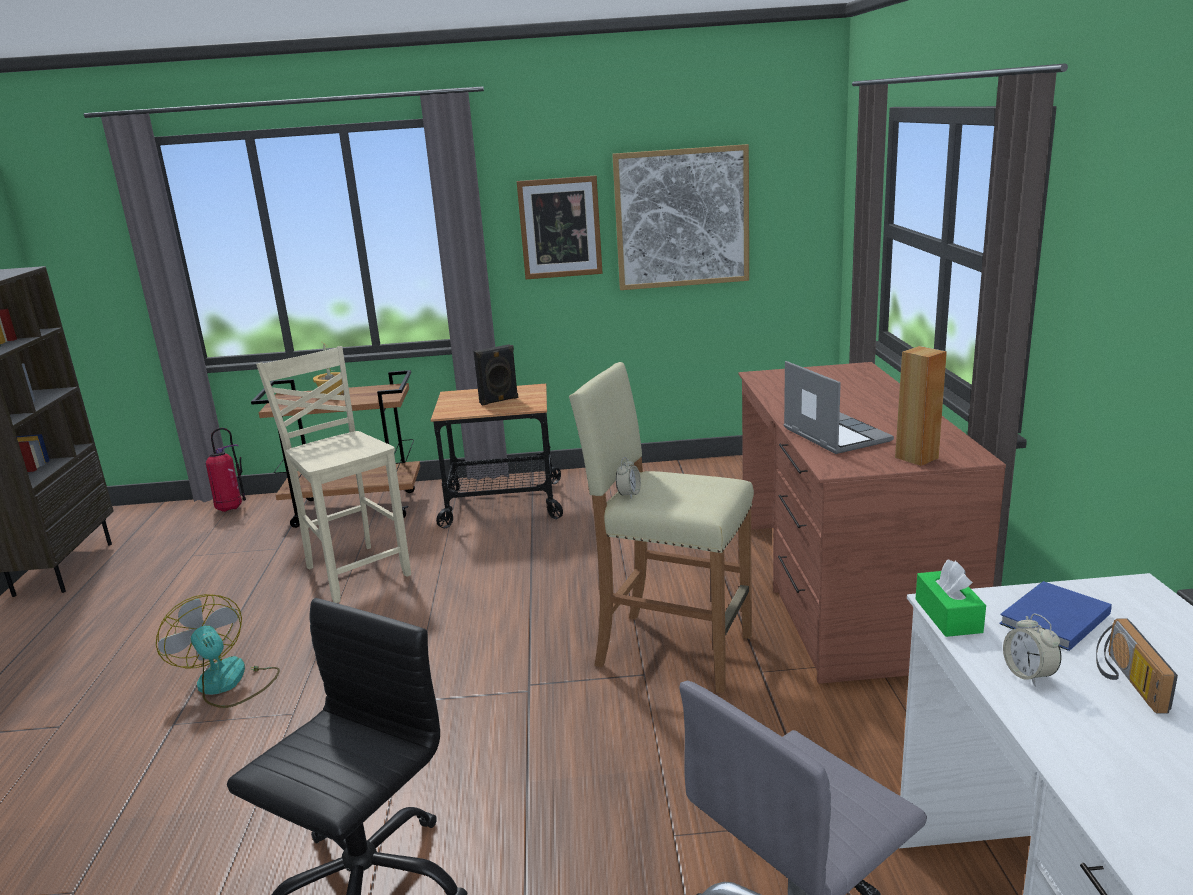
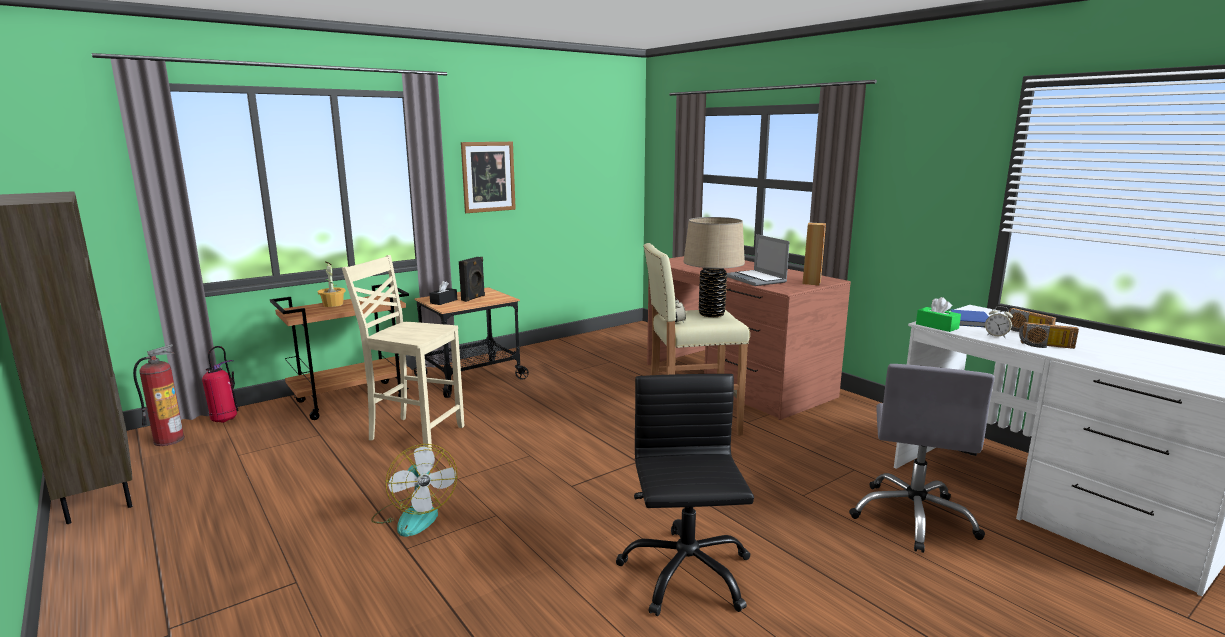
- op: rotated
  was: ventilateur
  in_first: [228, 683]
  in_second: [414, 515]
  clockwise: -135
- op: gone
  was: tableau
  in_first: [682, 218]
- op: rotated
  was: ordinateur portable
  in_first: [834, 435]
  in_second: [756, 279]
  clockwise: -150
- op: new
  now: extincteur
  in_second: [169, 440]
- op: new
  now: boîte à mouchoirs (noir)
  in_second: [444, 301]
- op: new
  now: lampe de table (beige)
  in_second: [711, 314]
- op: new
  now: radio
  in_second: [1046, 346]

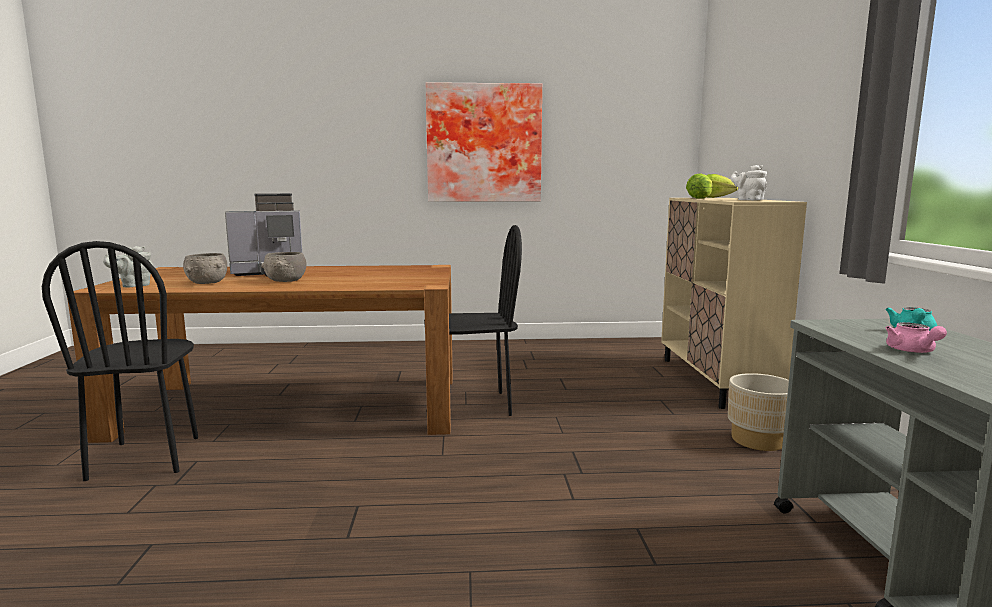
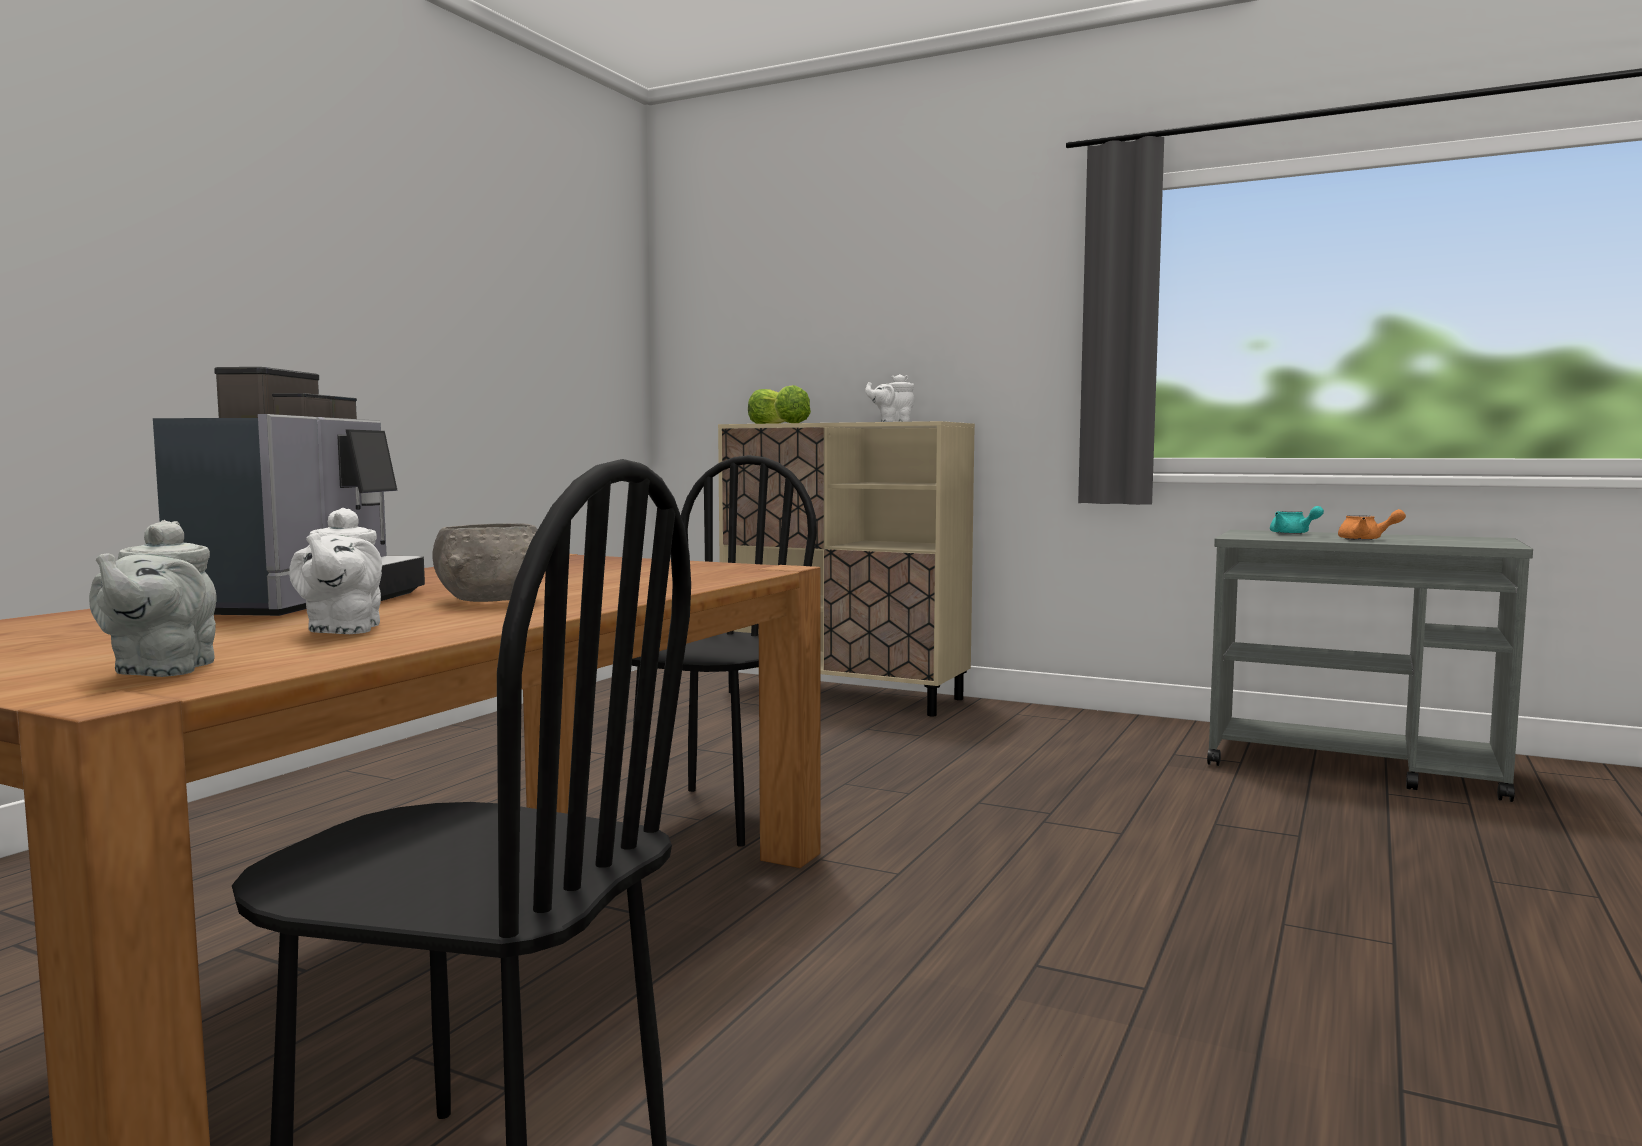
- op: swapped
  was: bol (gris)
  now: théière (blanc)
  in_first: [207, 283]
  in_second: [342, 630]
- op: gone
  was: tableau
  in_first: [484, 143]
- op: gone
  was: cache-pot (beige)
  in_first: [758, 440]
- op: repainted
  was: théière (rose)
  now: théière (orange)
  in_first: [912, 351]
  in_second: [1366, 539]

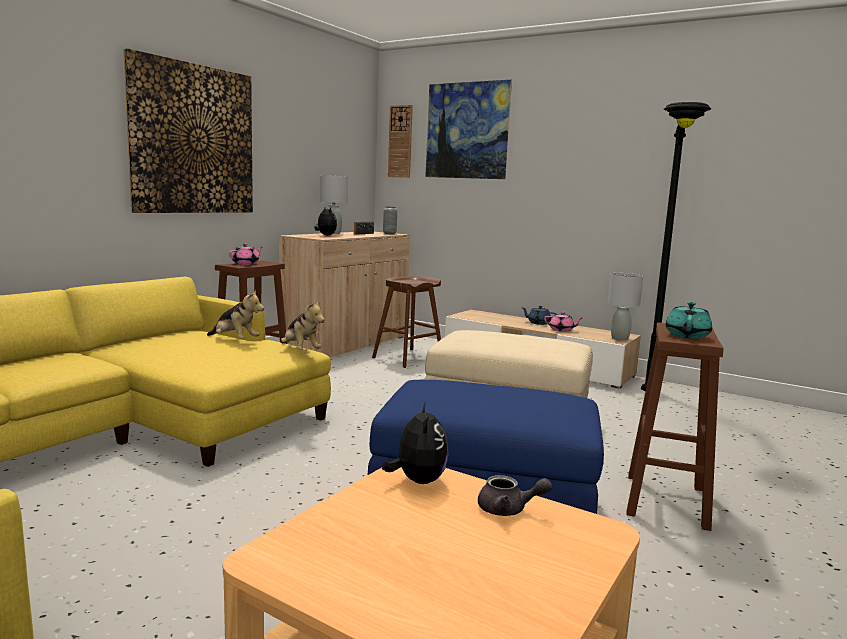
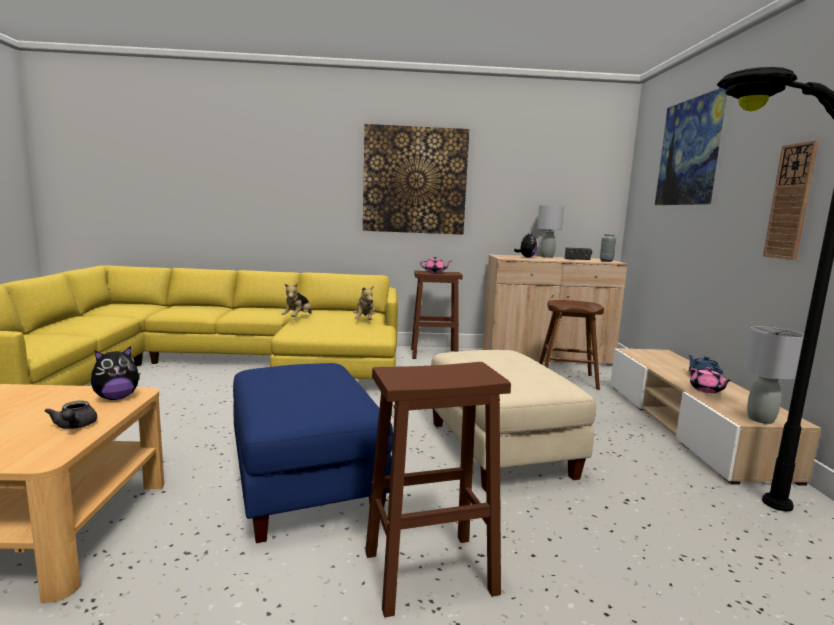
- op: shifted
  was: peluche
  in_first: [300, 351]
  in_second: [298, 318]
- op: shifted
  was: horloge murale
  in_first: [400, 141]
  in_second: [790, 202]
- op: gone
  was: théière (turquoise)
  in_first: [687, 335]

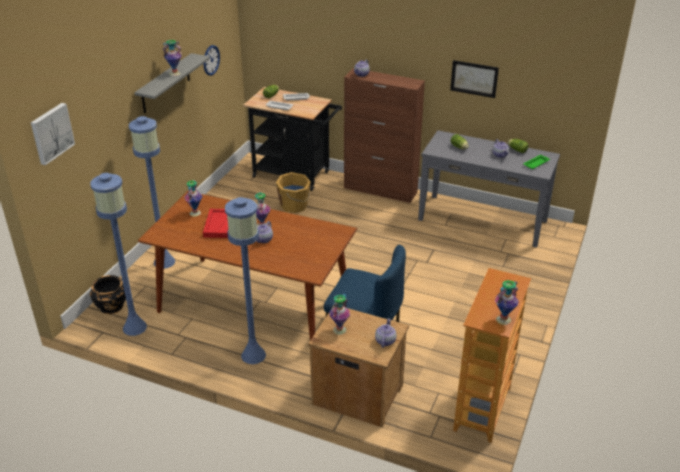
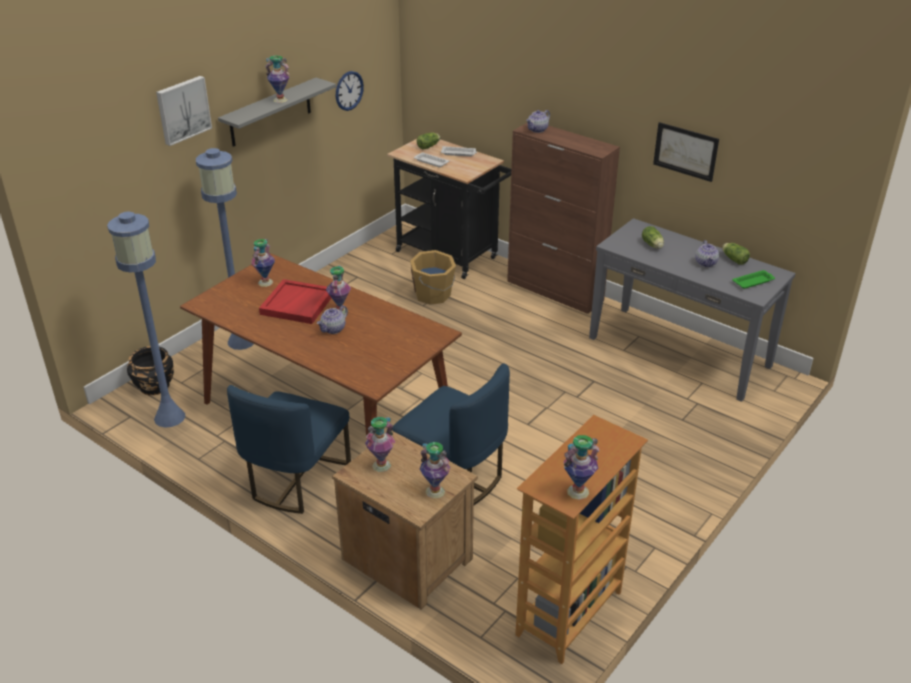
- op: shifted
  was: tableau
  in_first: [51, 133]
  in_second: [182, 109]
- op: swapped
  was: lampadaire (bleu)
  now: chaise (bleu)
  in_first: [253, 355]
  in_second: [296, 480]
- op: swapped
  was: théière
  now: vase
  in_first: [385, 341]
  in_second: [434, 491]

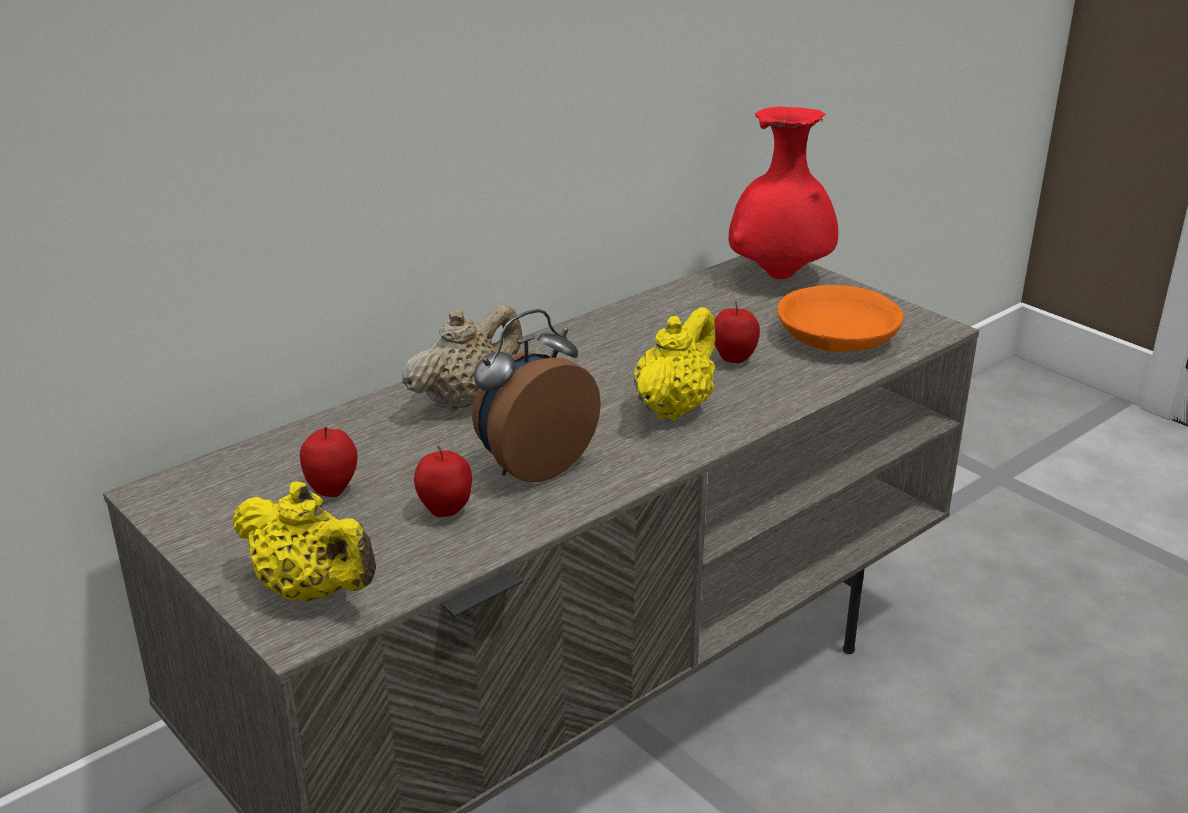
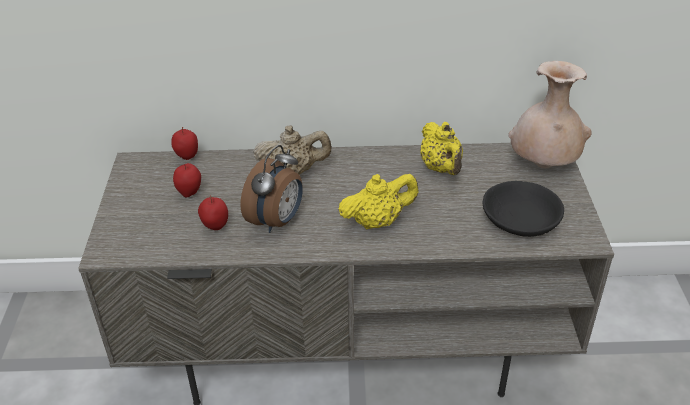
- op: shifted
  was: théière (jaune)
  in_first: [312, 591]
  in_second: [441, 168]
- op: rotated
  was: réveil
  in_first: [532, 465]
  in_second: [277, 221]
  clockwise: 120
- op: shifted
  was: pomme
  in_first: [733, 360]
  in_second: [187, 157]
- op: repainted
  was: vase (rouge)
  now: vase (beige)
  in_first: [779, 276]
  in_second: [543, 165]
- op: repainted
  was: bol (orange)
  now: bol (noir)
  in_first: [835, 336]
  in_second: [519, 218]

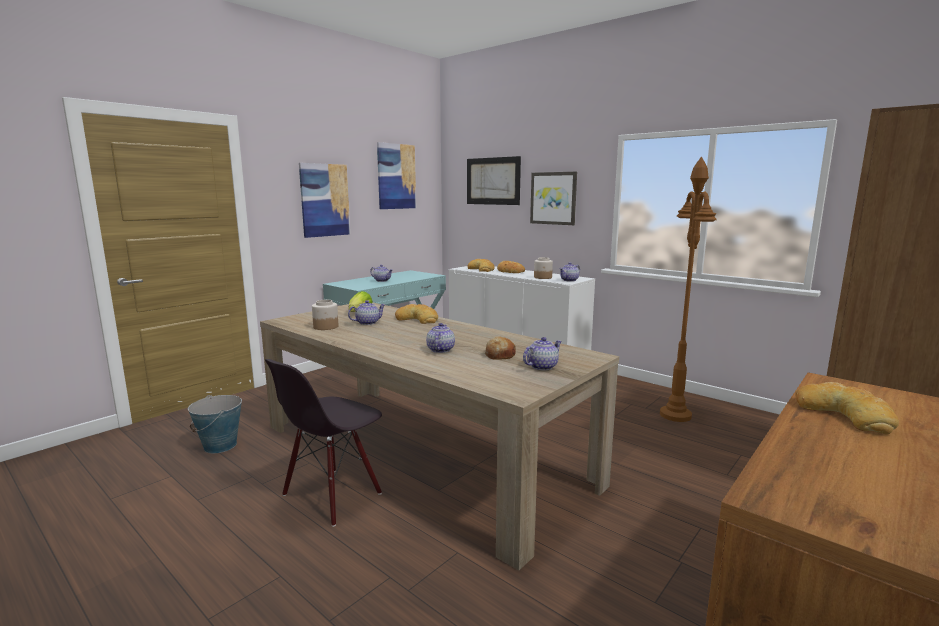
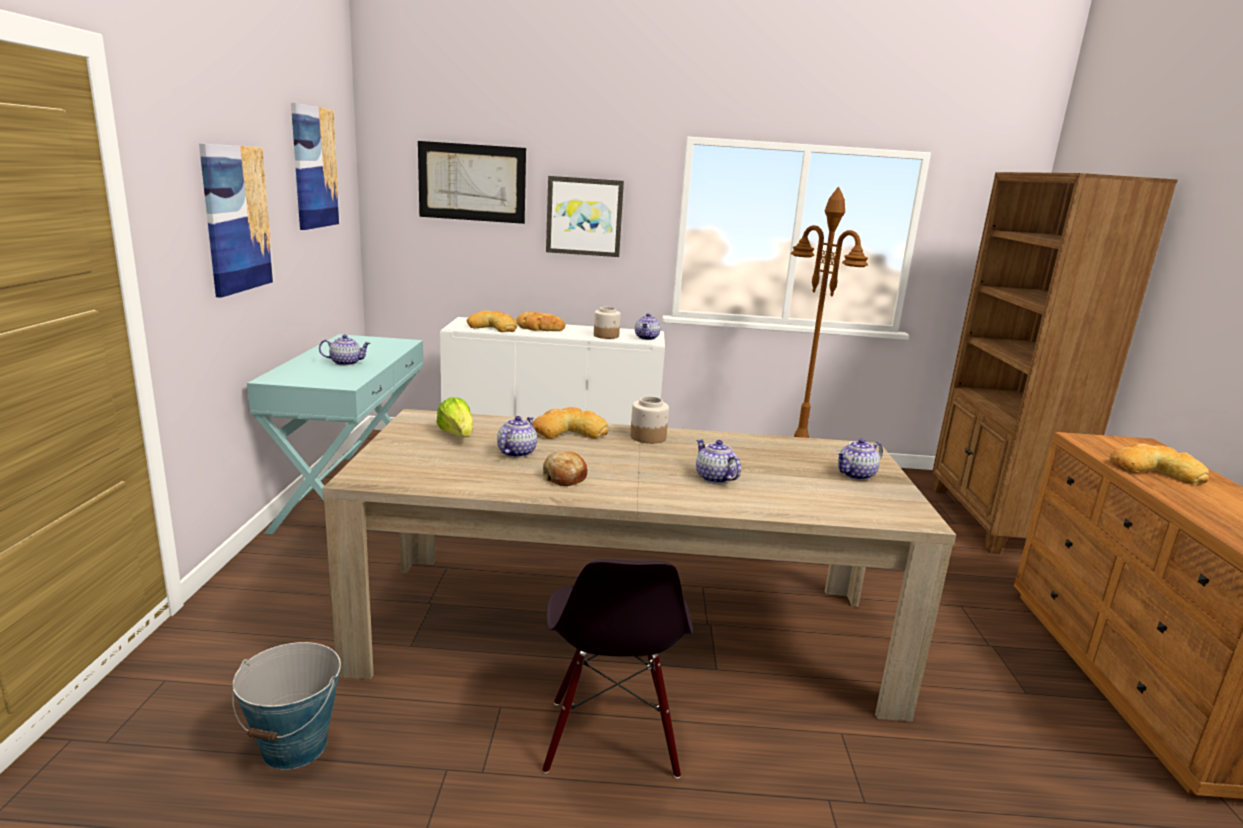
- op: shifted
  was: bocal
  in_first: [325, 327]
  in_second: [647, 437]
- op: shifted
  was: pain
  in_first: [499, 355]
  in_second: [564, 477]
- op: rotated
  was: théière
  in_first: [542, 366]
  in_second: [856, 475]
  clockwise: -135

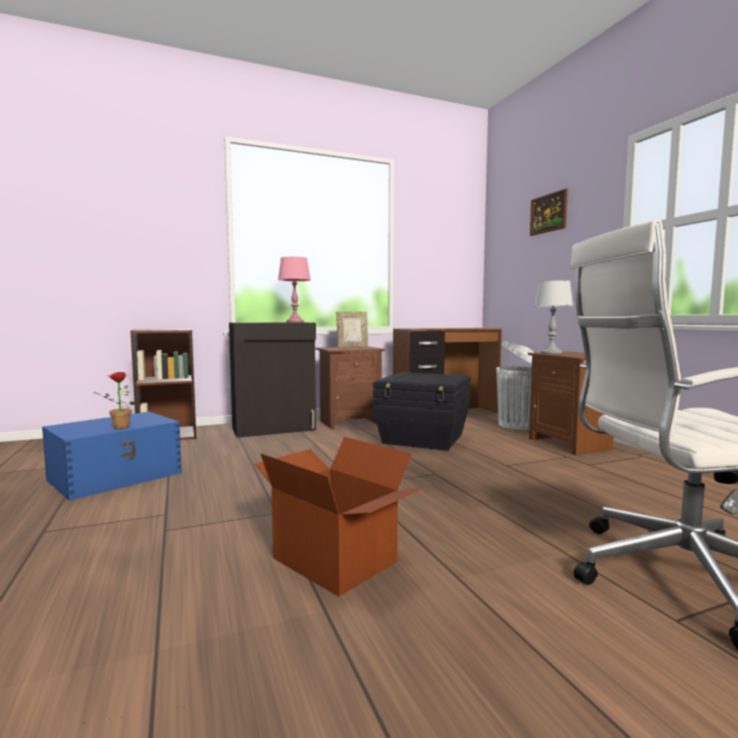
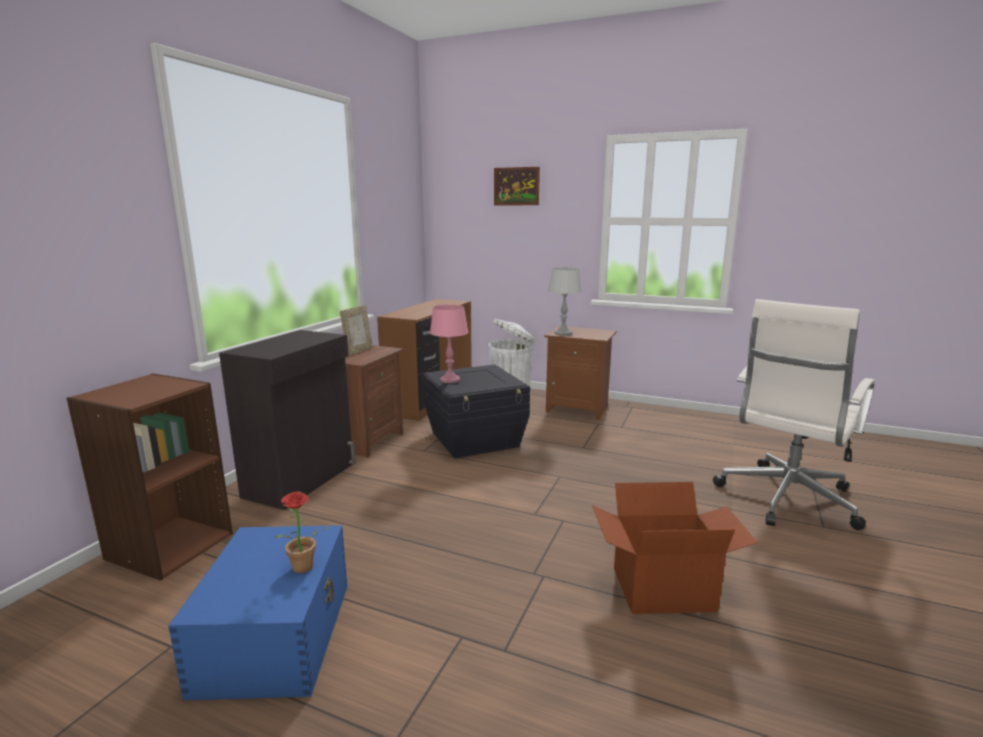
- op: shifted
  was: lampe de table (rose)
  in_first: [294, 322]
  in_second: [450, 380]

